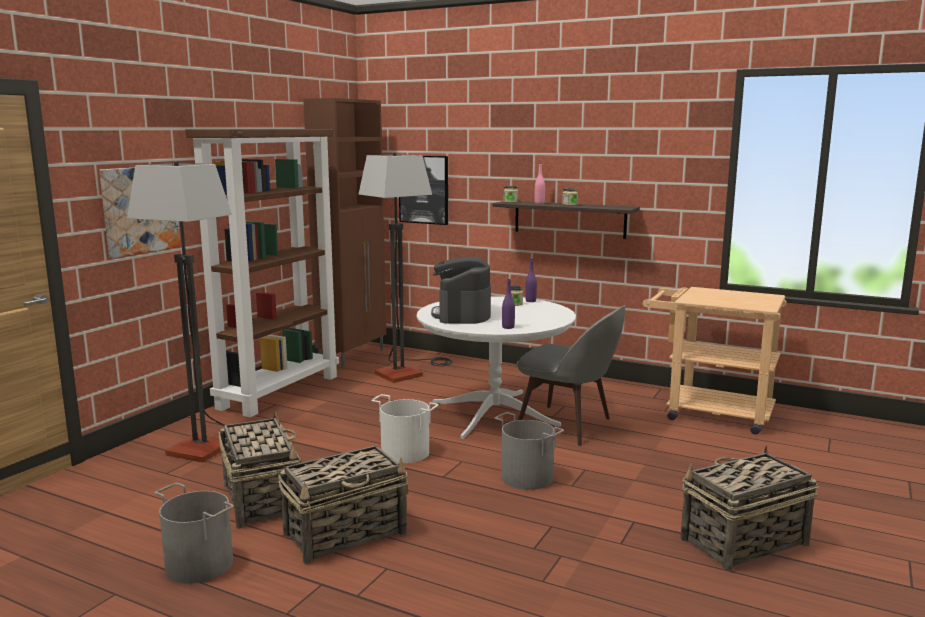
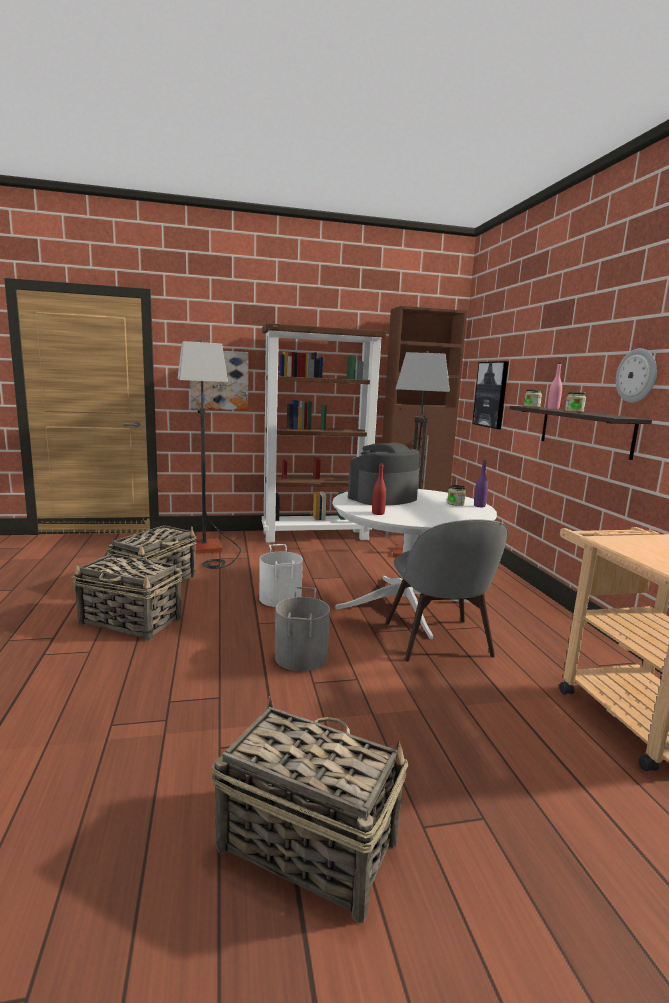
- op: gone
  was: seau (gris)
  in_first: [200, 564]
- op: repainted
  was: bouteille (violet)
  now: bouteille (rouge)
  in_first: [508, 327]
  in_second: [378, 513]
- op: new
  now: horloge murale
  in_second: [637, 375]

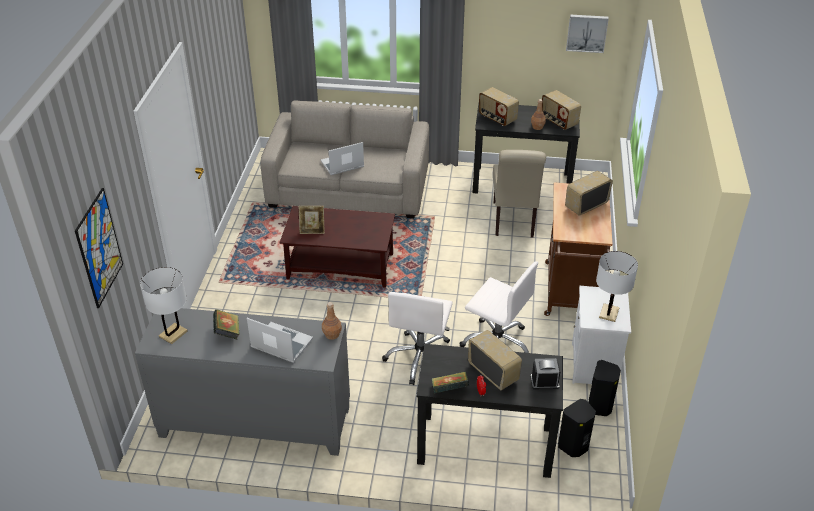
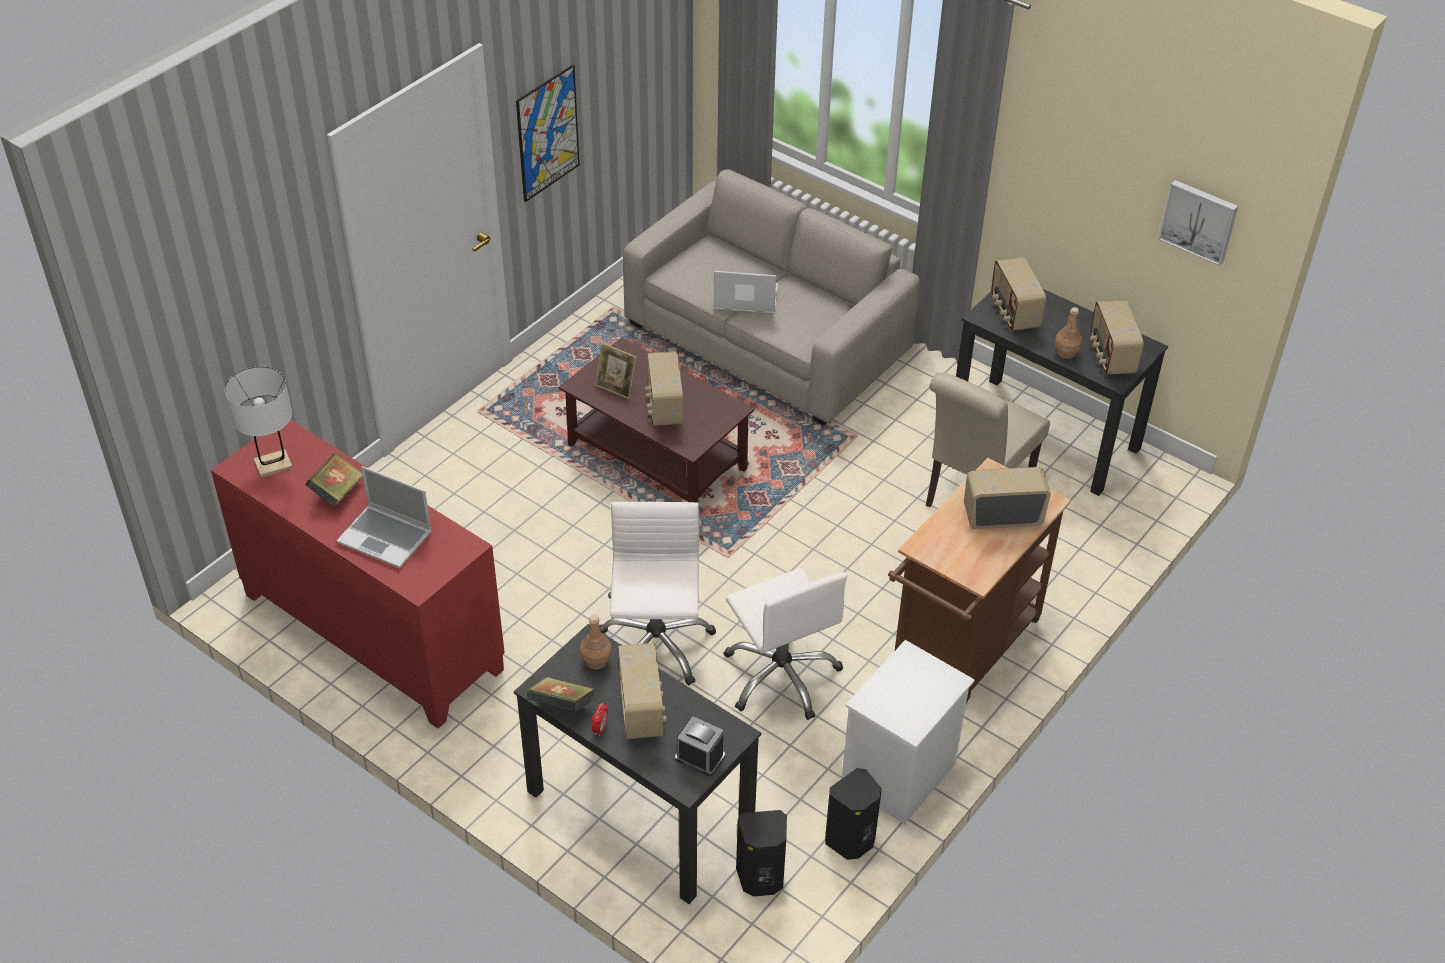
- op: shifted
  was: tableau
  in_first: [99, 248]
  in_second: [548, 133]
- op: repainted
  was: meuble de rangement (gris)
  now: meuble de rangement (rouge)
  in_first: [254, 423]
  in_second: [371, 633]
- op: rotated
  was: ordinateur portable
  in_first: [280, 344]
  in_second: [386, 537]
  clockwise: 150
- op: shifted
  was: bouteille (marron)
  in_first: [332, 334]
  in_second: [596, 661]
- op: rotated
  was: chaise de bureau (blanc)
  in_first: [420, 358]
  in_second: [655, 645]
  clockwise: 135
- op: gone
  was: lampe de table (blanc)
  in_first: [609, 313]
- op: new
  now: radio
  in_second: [664, 406]

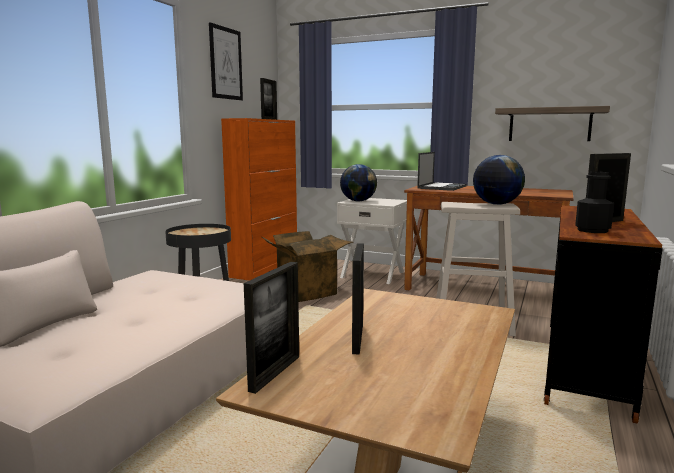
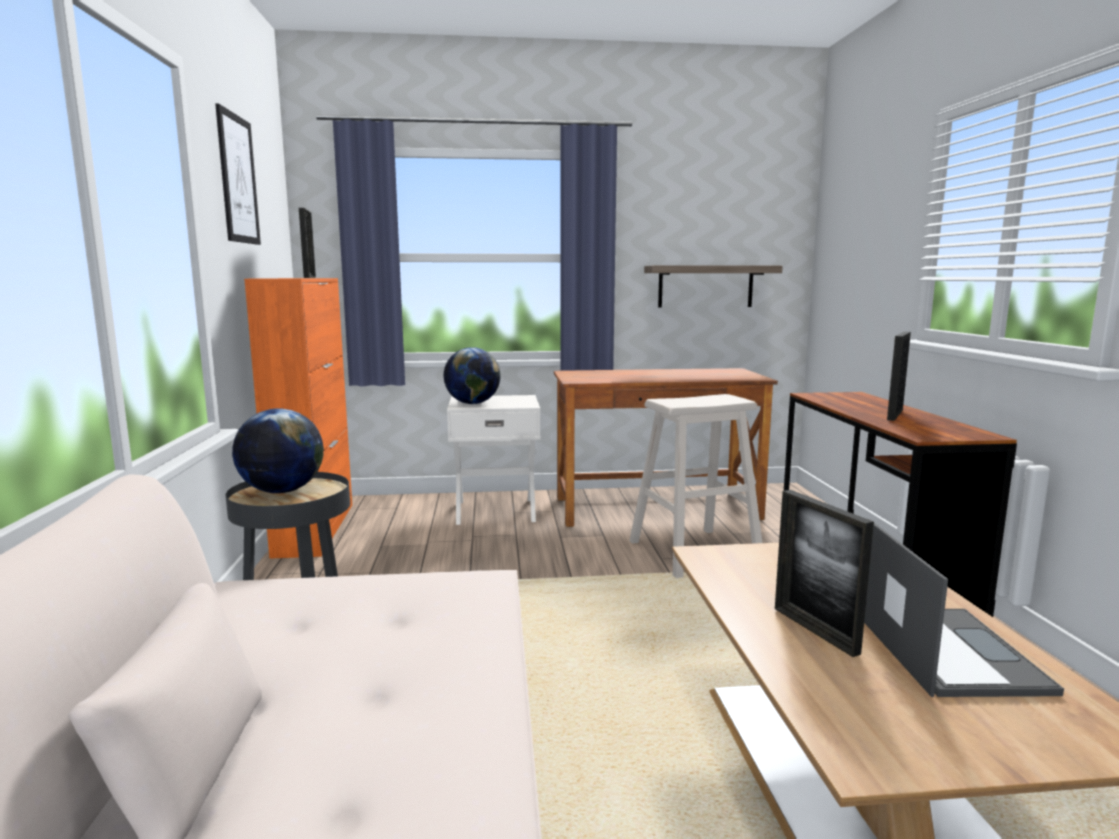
- op: gone
  was: cadre photo
  in_first: [275, 373]
- op: gone
  was: carton
  in_first: [306, 291]
- op: shifted
  was: ordinateur portable
  in_first: [442, 187]
  in_second: [946, 650]
- op: shifted
  was: globe
  in_first: [496, 204]
  in_second: [282, 491]
- op: gone
  was: bouteille (noir)
  in_first: [592, 230]

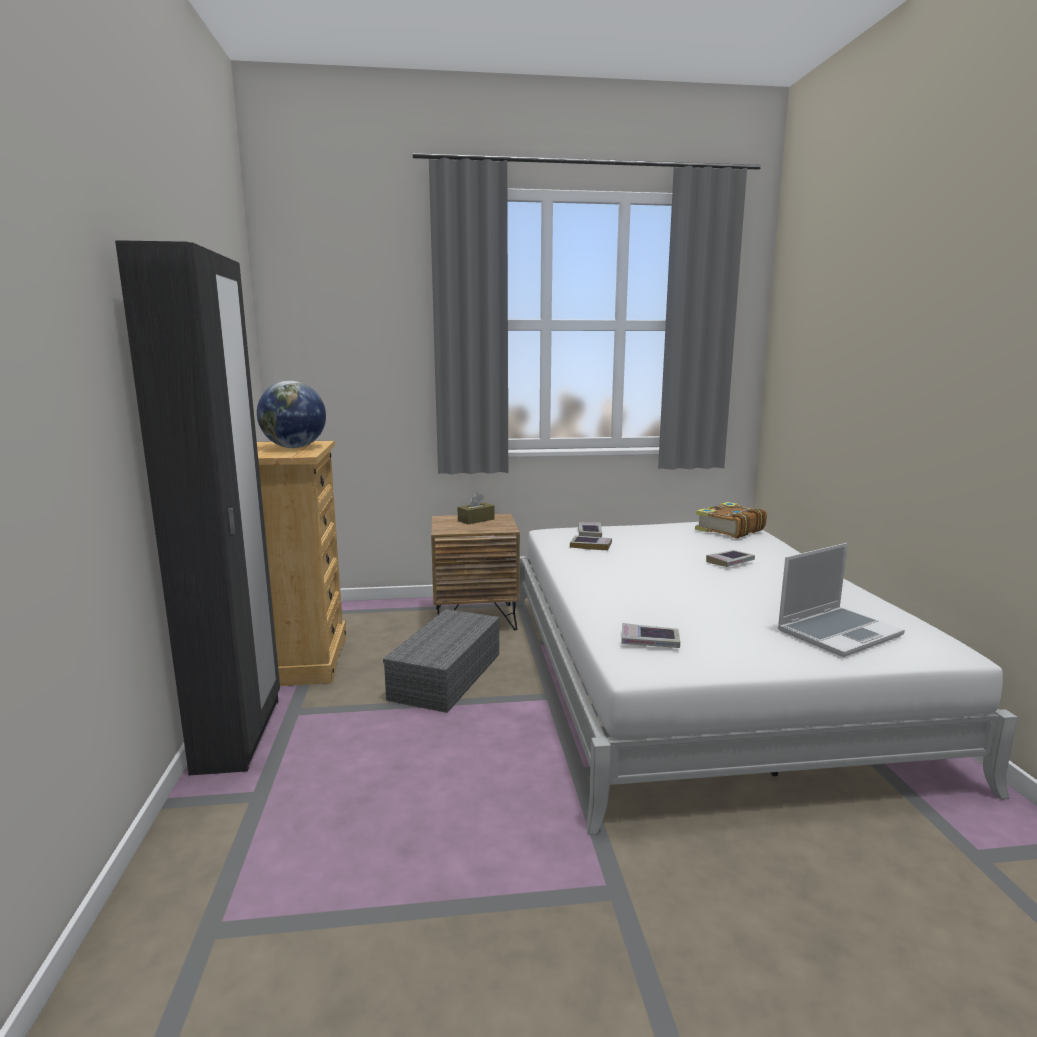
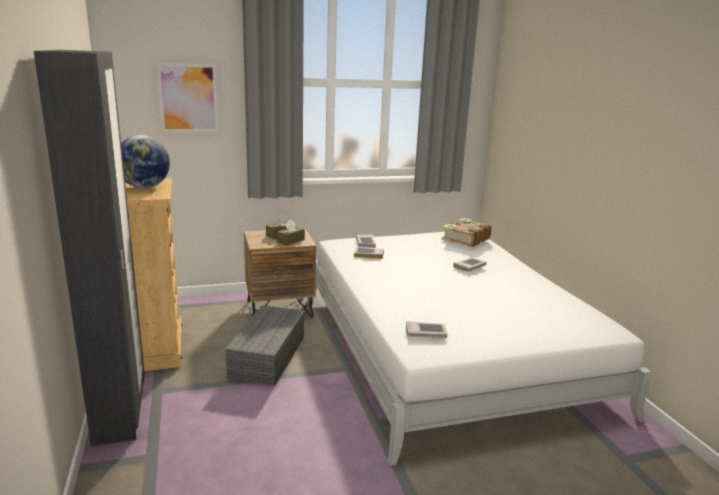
- op: gone
  was: ordinateur portable
  in_first: [838, 632]
- op: new
  now: tableau
  in_second: [188, 98]
- op: new
  now: boîte à mouchoirs (marron)
  in_second: [291, 241]

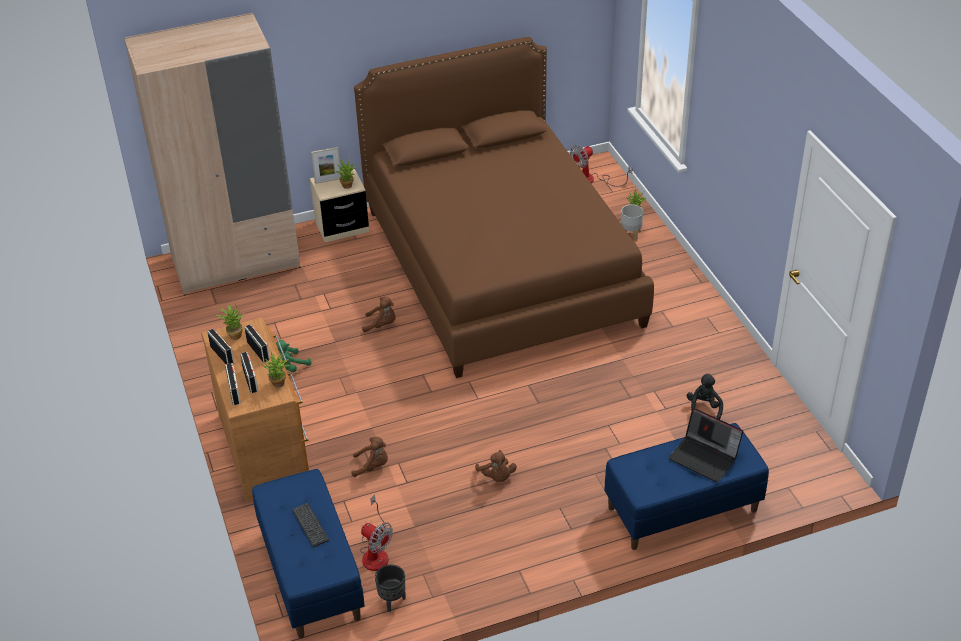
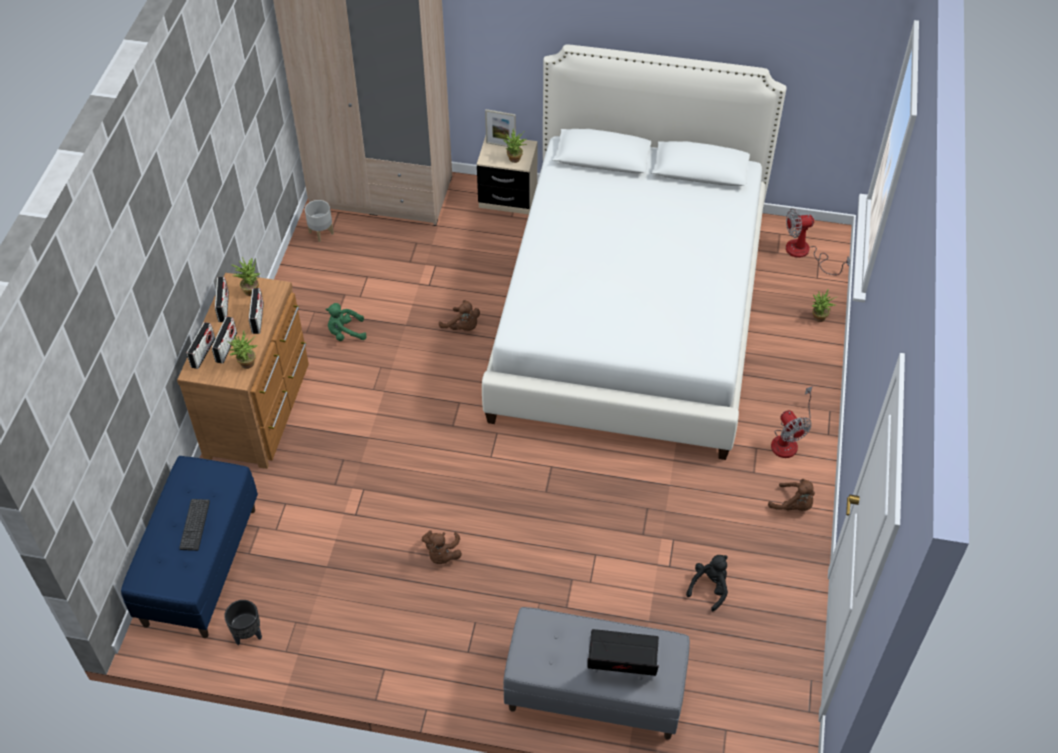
- op: shifted
  was: peluche (marron)
  in_first: [372, 466]
  in_second: [793, 505]
- op: repainted
  was: lit (marron)
  now: lit (blanc)
  in_first: [501, 265]
  in_second: [630, 314]
- op: shifted
  was: ventilateur
  in_first: [375, 552]
  in_second: [788, 439]
- op: repainted
  was: banc (bleu)
  now: banc (gris)
  in_first: [682, 510]
  in_second: [593, 693]
- op: shifted
  was: cache-pot (gris)
  in_first: [631, 235]
  in_second: [321, 233]
- op: rotated
  was: ordinateur portable
  in_first: [705, 457]
  in_second: [621, 659]
  clockwise: 120

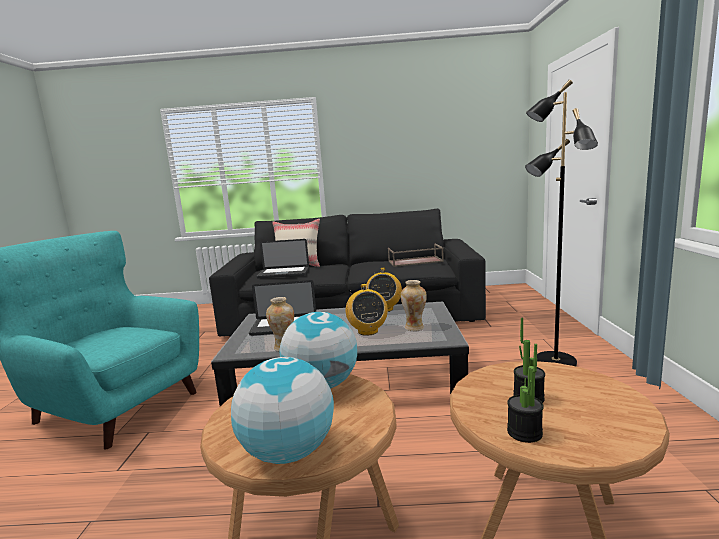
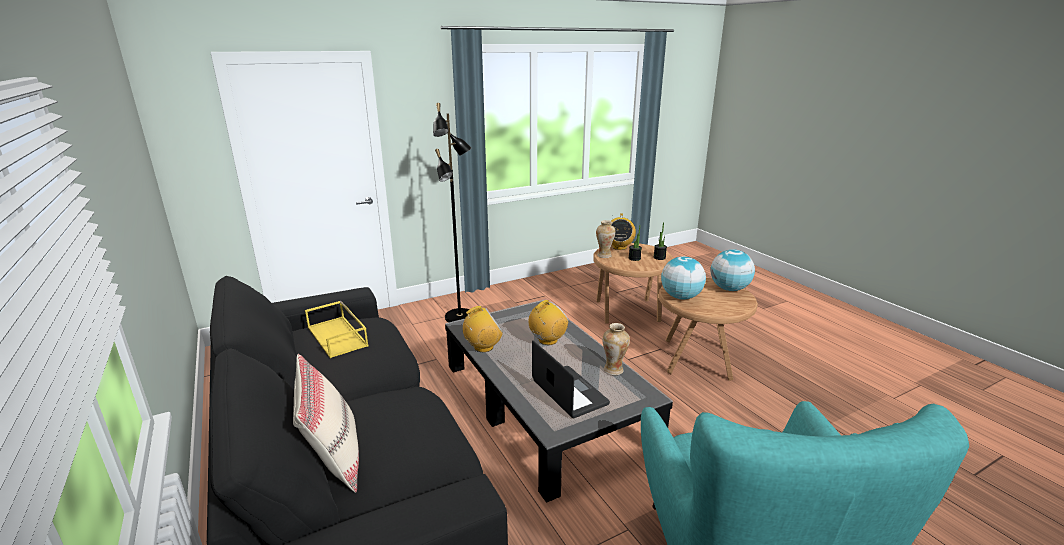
- op: gone
  was: ordinateur portable
  in_first: [283, 273]
- op: repainted
  was: plateau (marron)
  now: plateau (jaune)
  in_first: [415, 261]
  in_second: [338, 336]
- op: shifted
  was: vase
  in_first: [414, 328]
  in_second: [604, 255]
- op: new
  now: radio
  in_second: [619, 247]

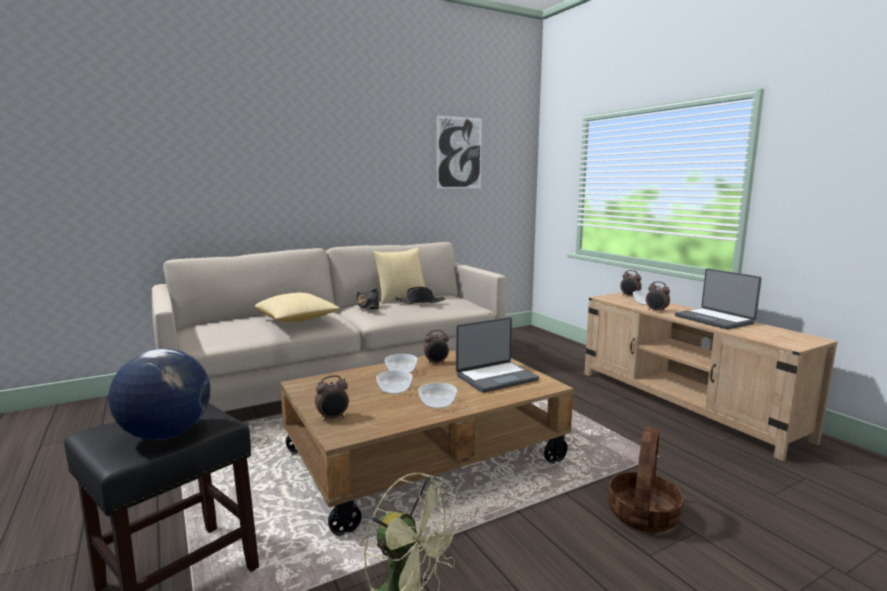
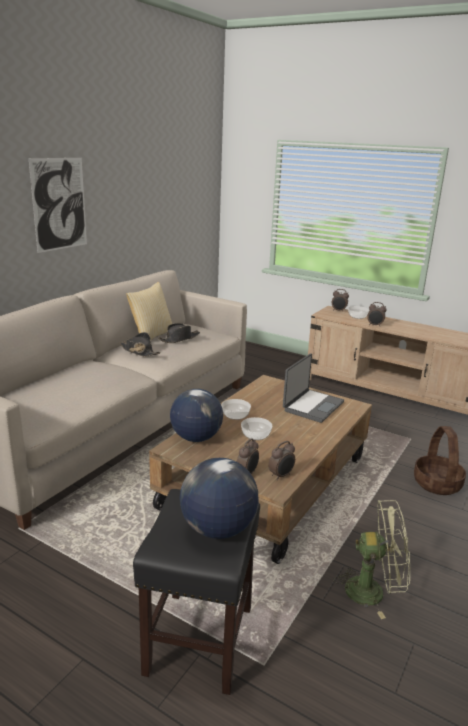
- op: gone
  was: coussin
  in_first: [297, 320]
- op: gone
  was: bol
  in_first: [437, 403]
- op: shifted
  was: réveil
  in_first: [436, 363]
  in_second: [281, 476]
- op: shifted
  was: tableau
  in_first: [459, 153]
  in_second: [59, 204]
- op: gone
  was: ordinateur portable
  in_first: [714, 319]
- op: new
  now: globe
  in_second: [196, 438]

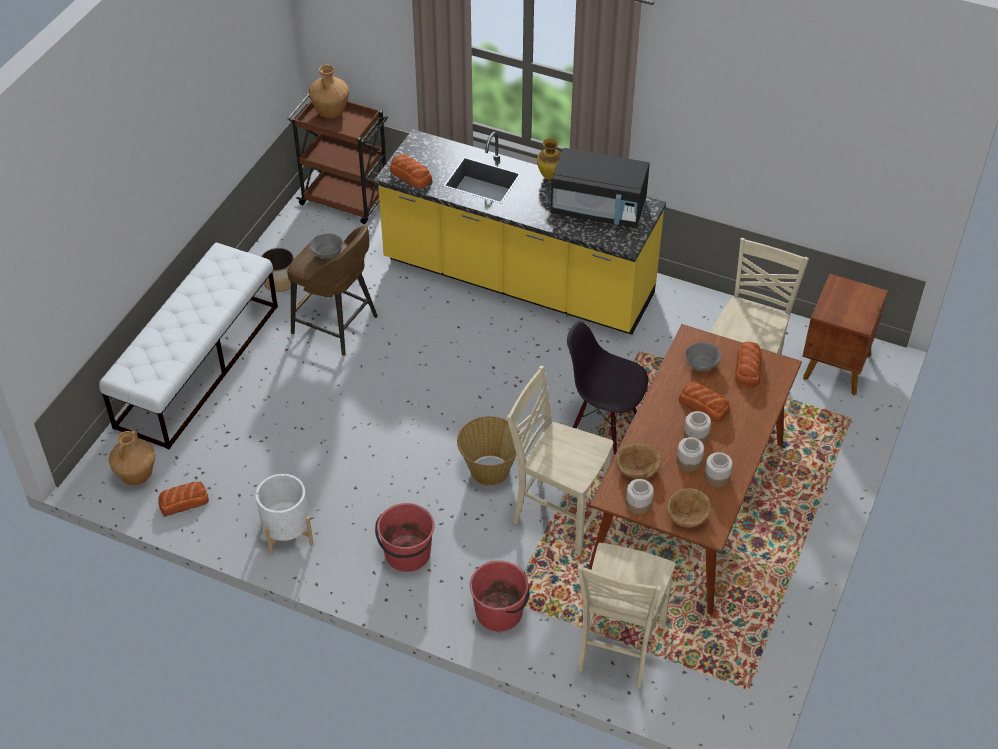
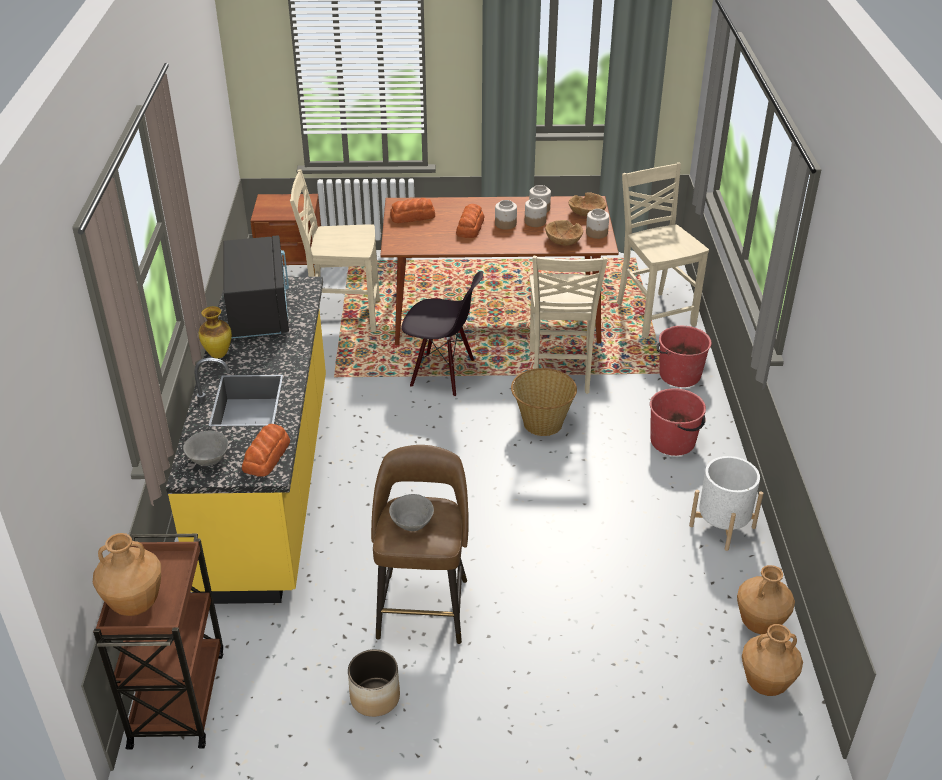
- op: gone
  was: banc (blanc)
  in_first: [198, 365]
- op: swapped
  was: pain
  now: vase (marron)
  in_first: [183, 501]
  in_second: [759, 624]
- op: rotated
  was: chaise (noir)
  in_first: [603, 426]
  in_second: [442, 374]
  clockwise: -75
- op: rotated
  was: chaise (beige)
  in_first: [619, 647]
  in_second: [654, 314]
  clockwise: -105
- op: shifted
  was: bol (gris)
  in_first: [701, 364]
  in_second: [207, 459]

